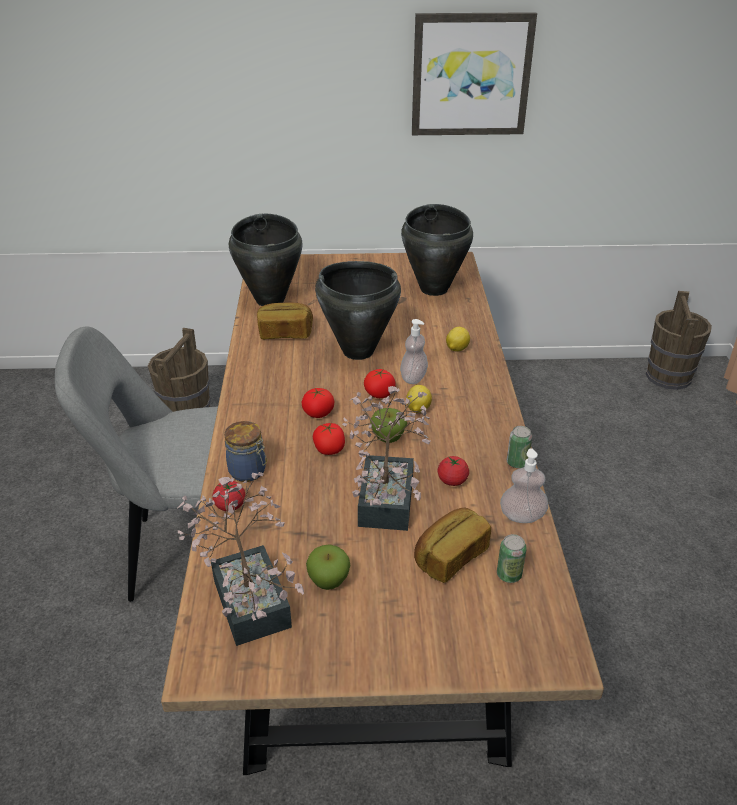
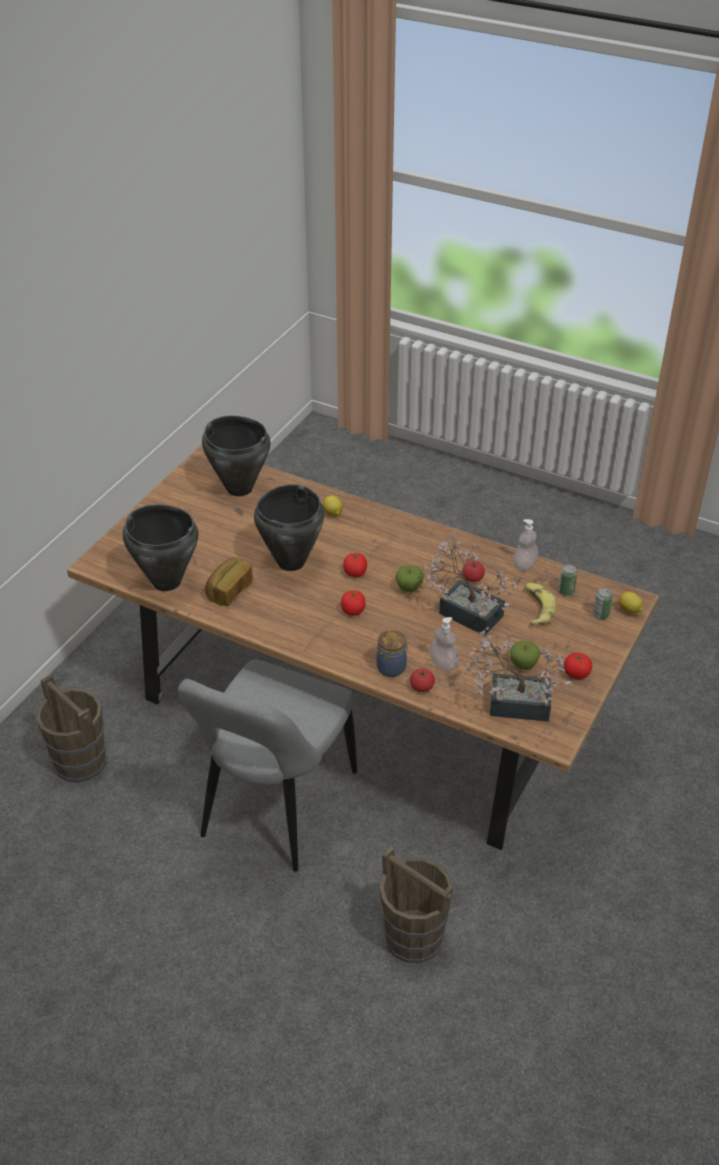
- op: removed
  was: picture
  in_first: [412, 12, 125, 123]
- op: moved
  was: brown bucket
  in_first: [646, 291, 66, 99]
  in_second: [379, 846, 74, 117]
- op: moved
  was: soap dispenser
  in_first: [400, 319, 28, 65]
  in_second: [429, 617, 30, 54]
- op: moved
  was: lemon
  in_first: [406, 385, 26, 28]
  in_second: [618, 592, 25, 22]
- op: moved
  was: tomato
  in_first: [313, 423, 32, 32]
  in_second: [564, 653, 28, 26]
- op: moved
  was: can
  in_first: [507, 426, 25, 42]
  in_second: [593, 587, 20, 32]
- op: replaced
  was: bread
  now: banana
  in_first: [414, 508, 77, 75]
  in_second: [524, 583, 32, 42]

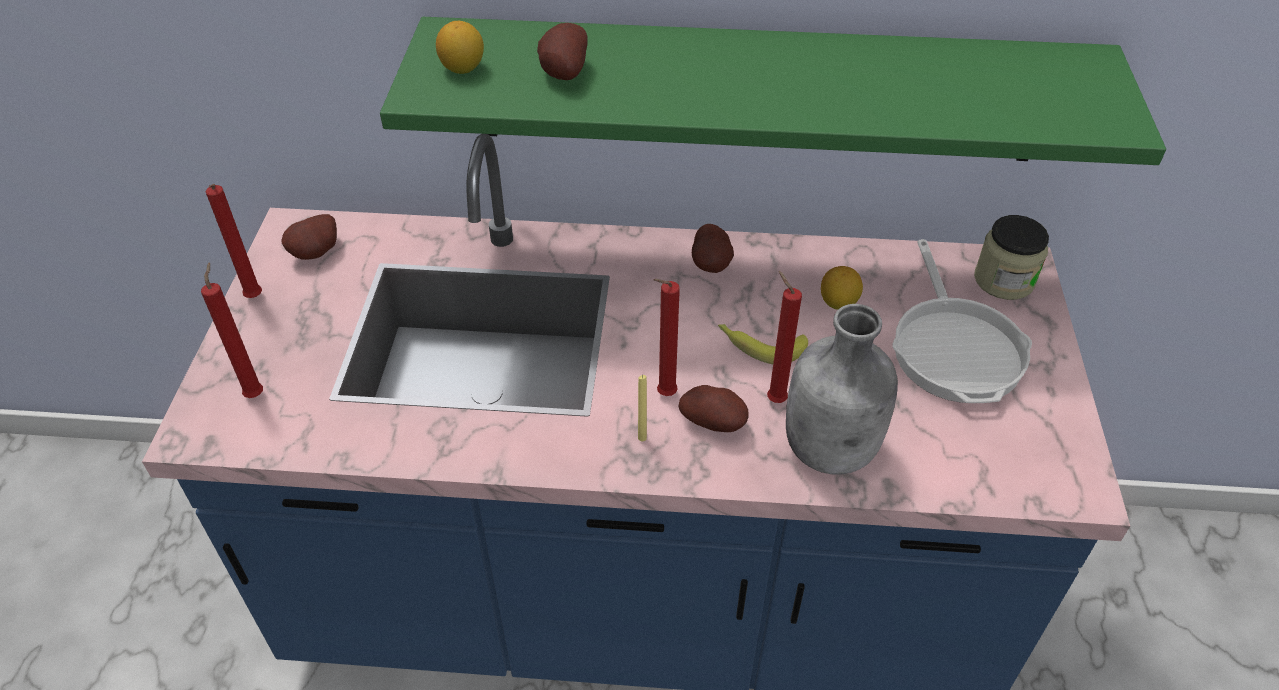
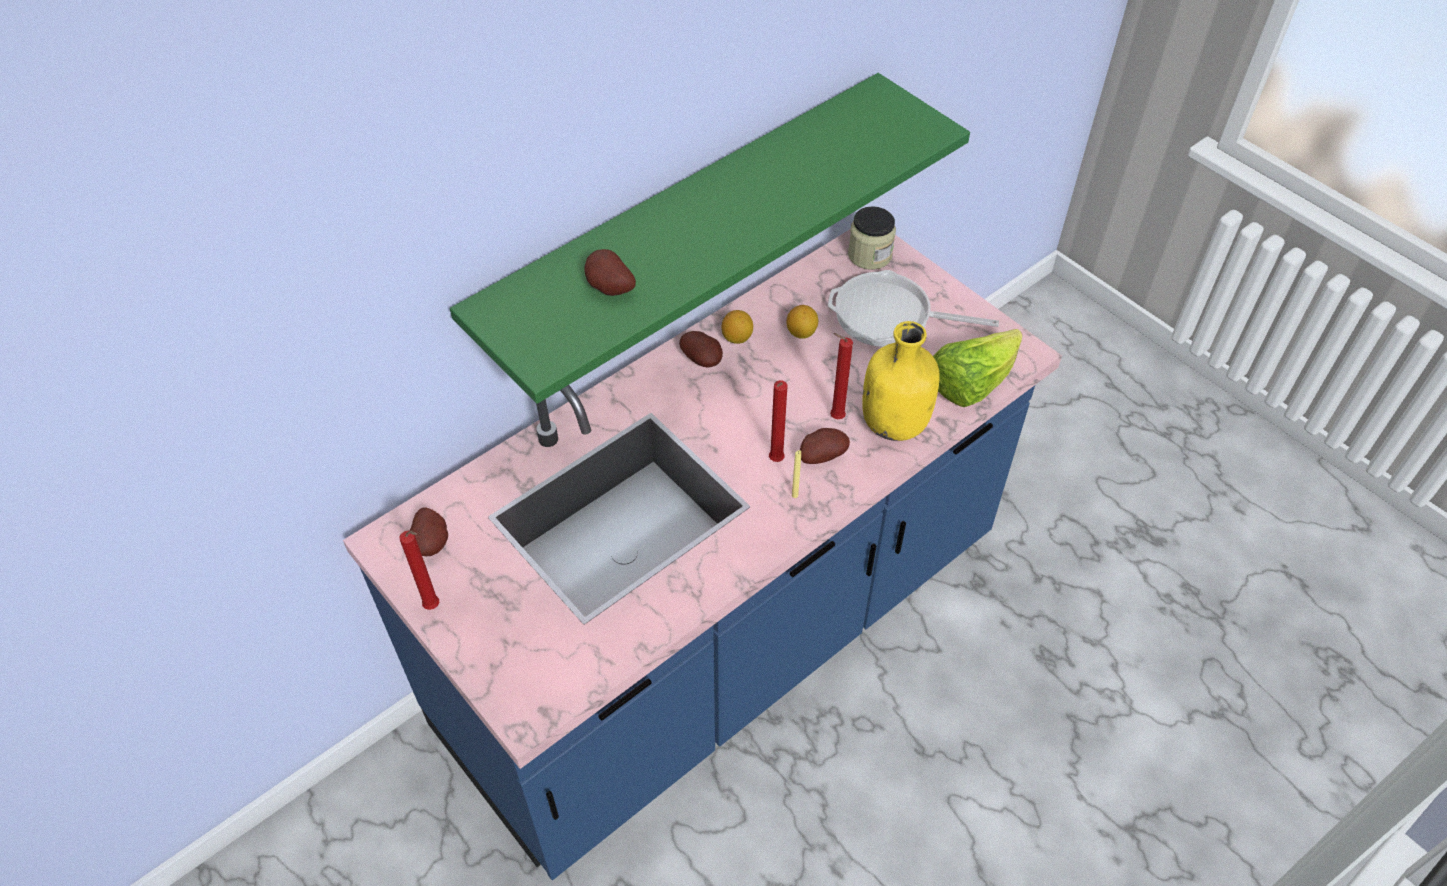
- op: moved
  was: lemon
  in_first: [436, 21, 48, 53]
  in_second: [722, 310, 31, 34]
- op: turned
  was: frying pan
  in_first: [892, 239, 140, 164]
  in_second: [828, 270, 171, 77]
  clockwise: 150
- op: removed
  was: red candle
  in_first: [201, 262, 62, 136]
- op: recoloured
  was: grey bottle
  now: yellow bottle
  in_first: [786, 304, 112, 171]
  in_second: [862, 321, 78, 120]
- op: removed
  was: banana
  in_first: [718, 324, 90, 40]
- op: added
  now: lettuce
  in_second: [933, 329, 90, 78]

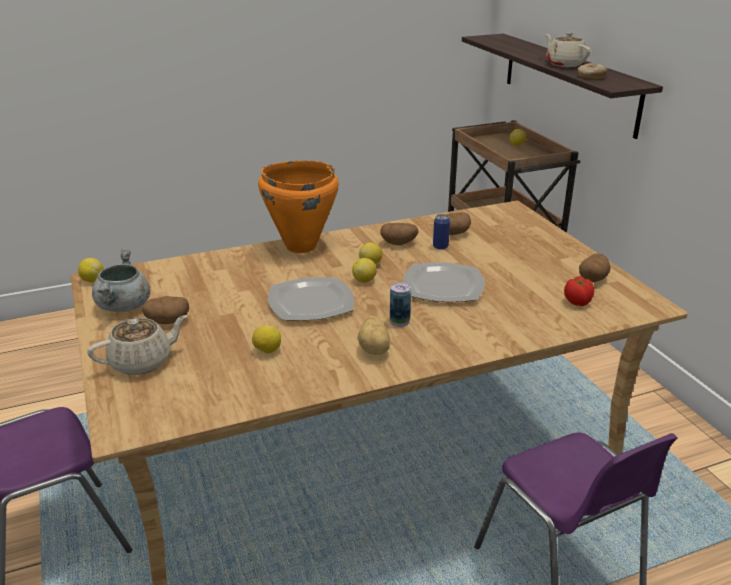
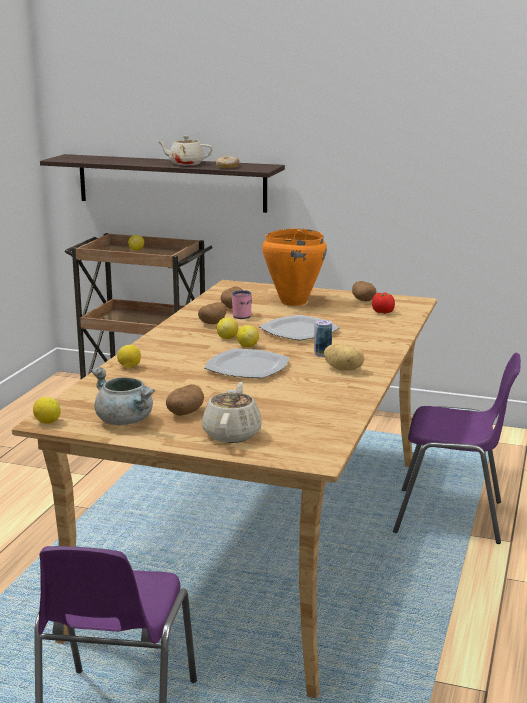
- op: moved
  was: orange cooking pot
  in_first: [258, 161, 81, 92]
  in_second: [262, 228, 65, 78]
- op: replaced
  was: can
  now: pink mug
  in_first: [433, 214, 17, 36]
  in_second: [232, 290, 20, 29]
- op: moved
  was: lemon
  in_first: [252, 325, 29, 29]
  in_second: [117, 345, 24, 23]

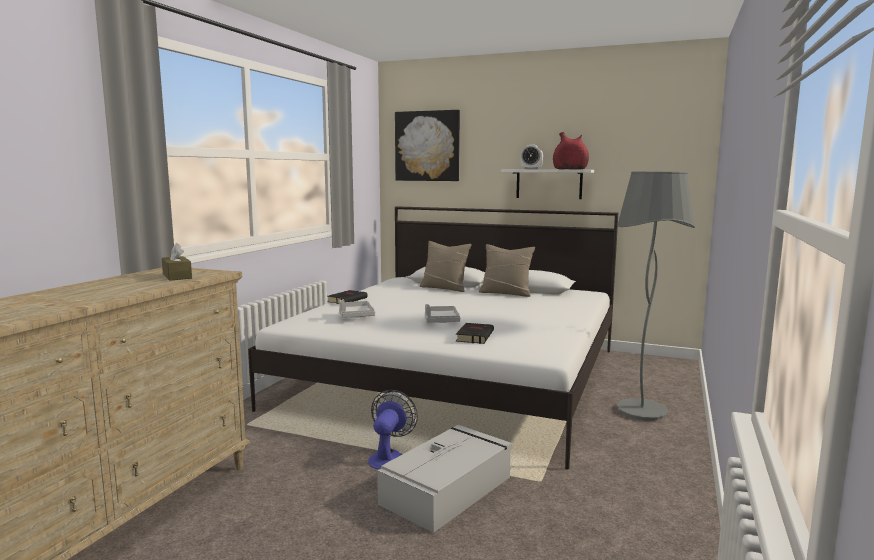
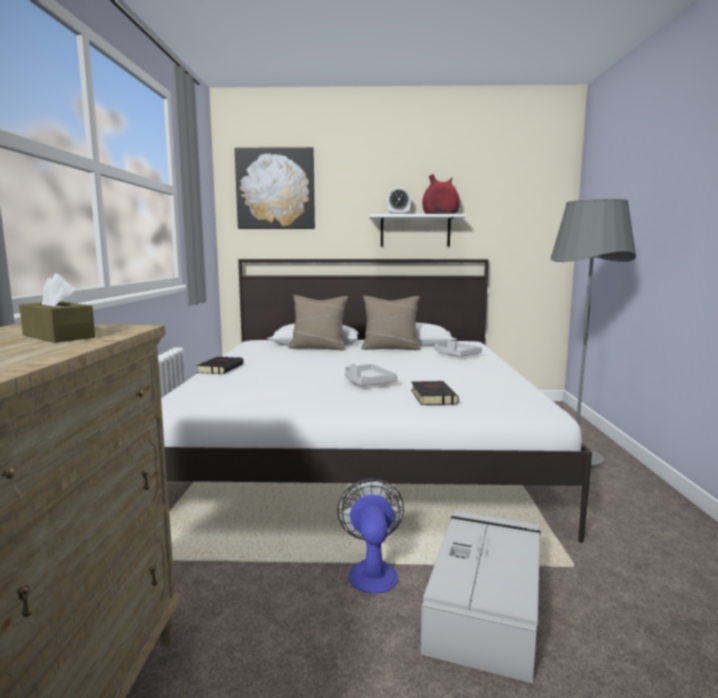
- op: moved
  was: grey tray
  in_first: [339, 300, 36, 18]
  in_second: [434, 340, 48, 16]

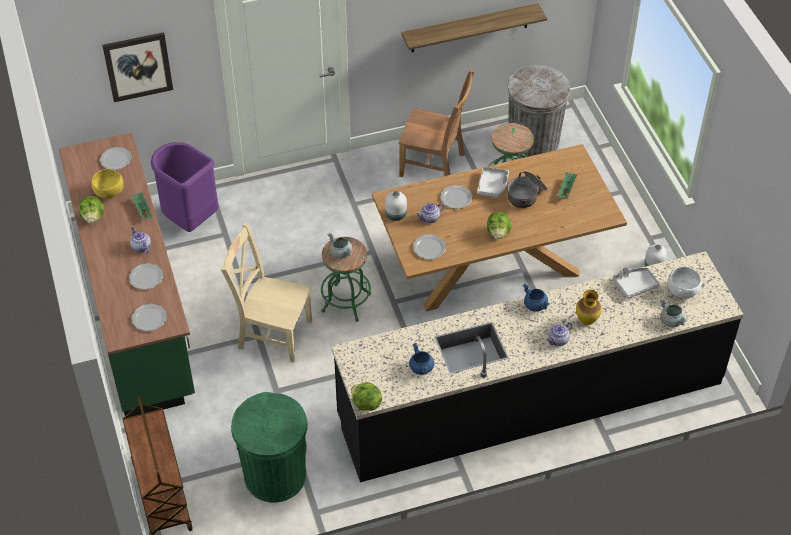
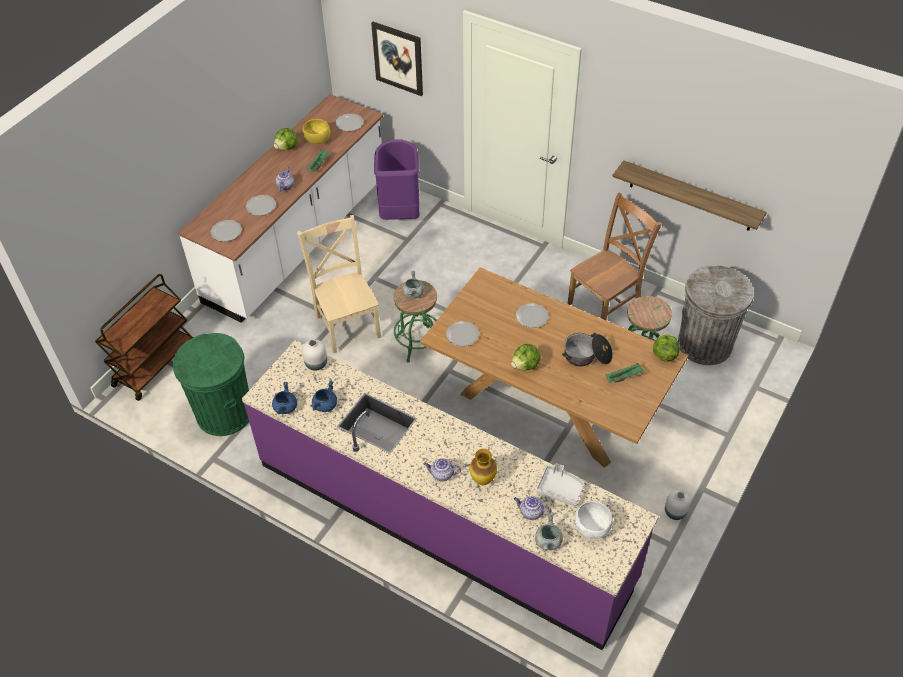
- op: turned
  was: brown chair
  in_first: [399, 70, 75, 107]
  in_second: [568, 193, 94, 127]
  clockwise: -105
- op: recoloured
  was: green counter
  now: white counter
  in_first: [59, 133, 136, 285]
  in_second: [178, 94, 205, 228]
- op: removed
  was: grey tray
  in_first: [477, 167, 32, 30]
- op: moved
  was: white vase
  in_first: [385, 191, 22, 30]
  in_second: [302, 339, 25, 32]
- op: moved
  was: teapot
  in_first: [416, 203, 29, 20]
  in_second: [514, 496, 37, 24]
- op: recoloured
  was: black counter
  now: purple counter
  in_first: [331, 251, 412, 231]
  in_second: [242, 340, 417, 310]
- op: moved
  was: blue cooking pot
  in_first: [523, 284, 27, 28]
  in_second: [272, 382, 25, 32]
- op: moved
  was: lettuce
  in_first: [351, 382, 31, 29]
  in_second: [653, 333, 27, 29]

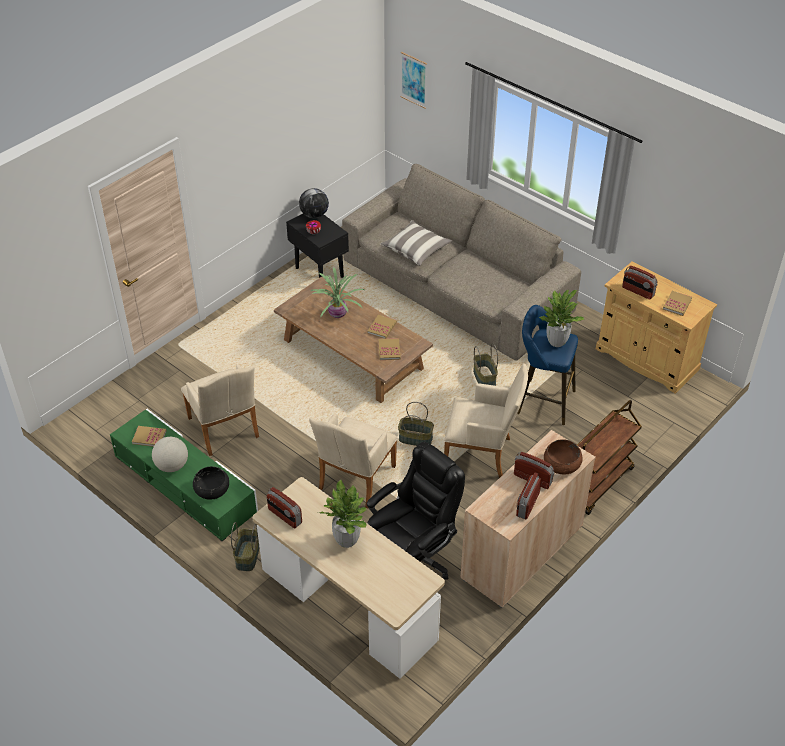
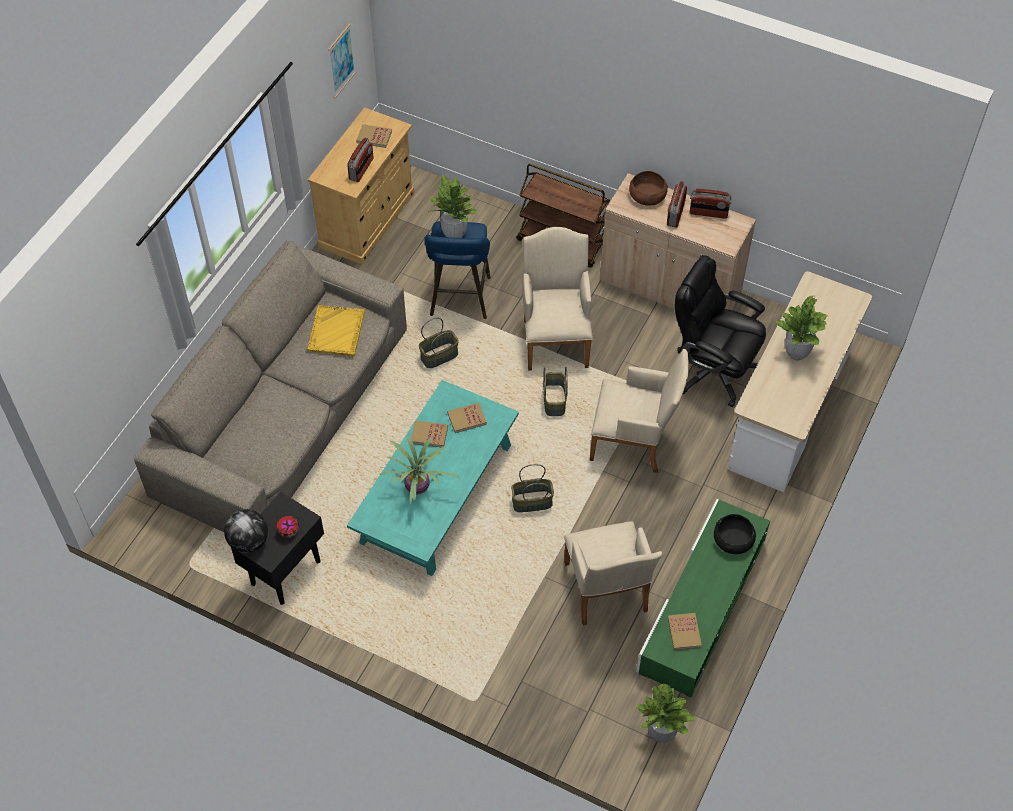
- op: moved
  was: picture
  in_first: [400, 52, 27, 57]
  in_second: [328, 23, 28, 75]
- op: removed
  was: pillow
  in_first: [380, 220, 72, 46]
- op: recoloured
  was: brown coffee table
  now: turquoise coffee table
  in_first: [274, 276, 159, 127]
  in_second: [347, 380, 172, 196]
- op: turned
  was: beige armchair
  in_first: [181, 364, 78, 92]
  in_second: [564, 521, 98, 104]
  clockwise: 120
- op: removed
  was: globe
  in_first: [152, 437, 36, 35]
- op: removed
  was: radio
  in_first: [267, 487, 35, 41]
- op: moved
  was: basket
  in_first: [231, 522, 28, 49]
  in_second: [511, 464, 43, 48]
- op: added
  now: yellow tray
  in_second: [308, 305, 57, 51]
- op: added
  now: potted plant
  in_second: [637, 684, 59, 59]

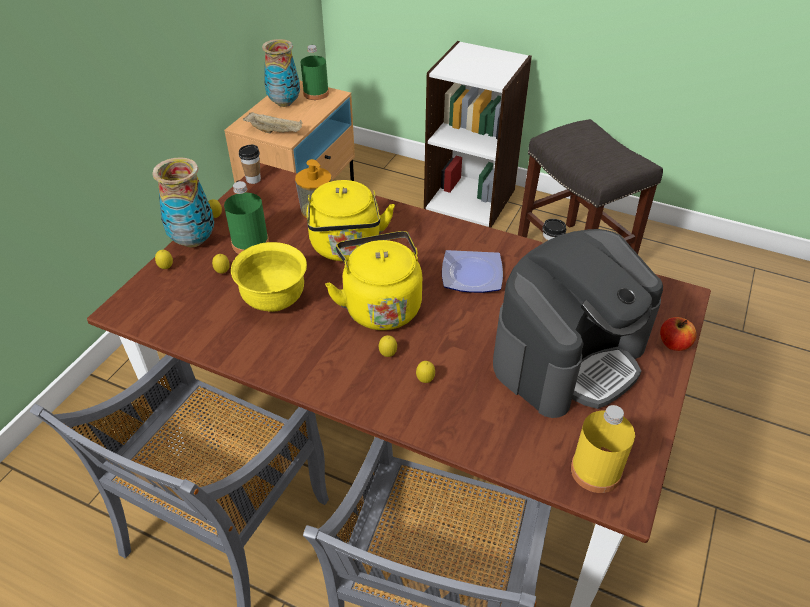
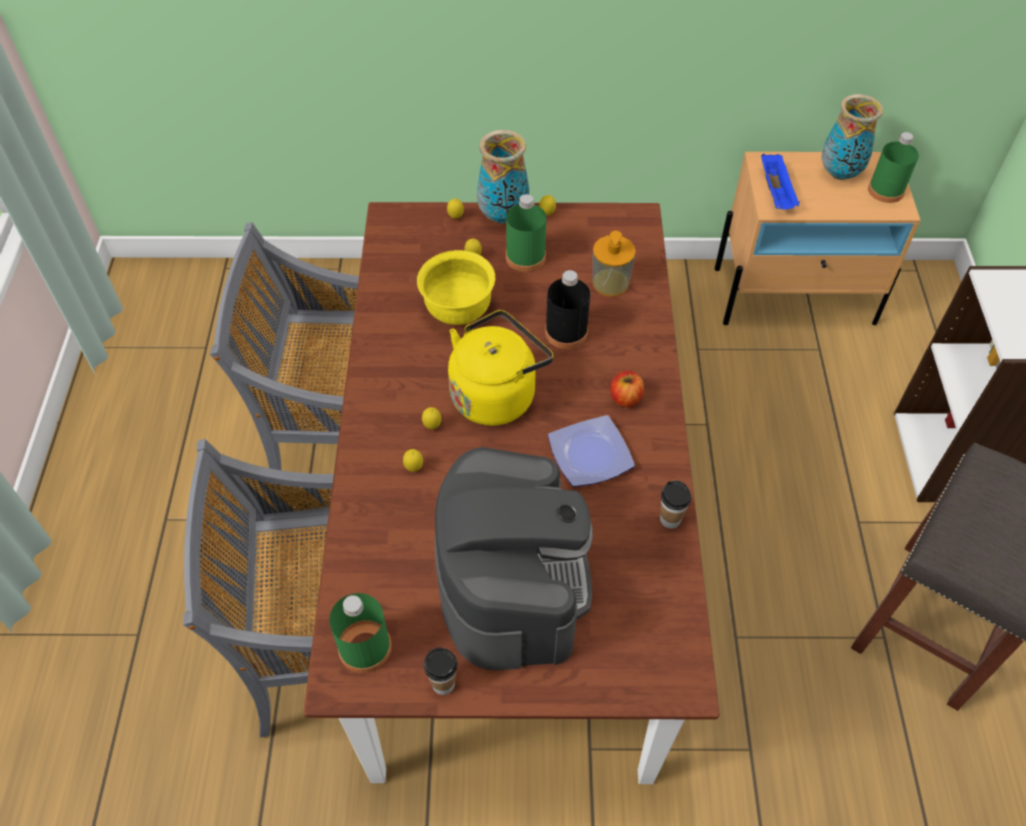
- op: recoloured
  was: beige tray
  now: blue tray
  in_first: [243, 112, 60, 22]
  in_second: [761, 153, 39, 57]
- op: moved
  was: cup
  in_first: [239, 145, 22, 39]
  in_second: [424, 647, 34, 48]
- op: replaced
  was: yellow kettle
  now: black bottle
  in_first: [307, 180, 88, 81]
  in_second: [545, 270, 45, 79]
- op: turned
  was: coffee machine
  in_first: [493, 229, 170, 189]
  in_second: [435, 447, 158, 223]
  clockwise: -120
- op: moved
  was: apple
  in_first: [660, 317, 37, 34]
  in_second: [610, 371, 34, 36]
- op: recoloured
  was: yellow bottle
  now: green bottle
  in_first: [571, 405, 64, 88]
  in_second: [329, 593, 63, 80]

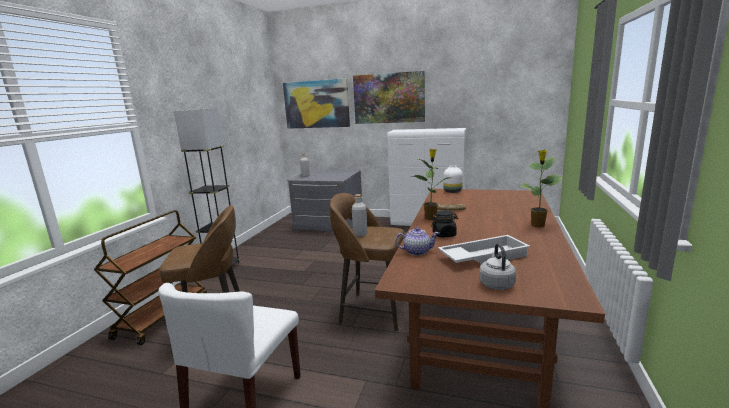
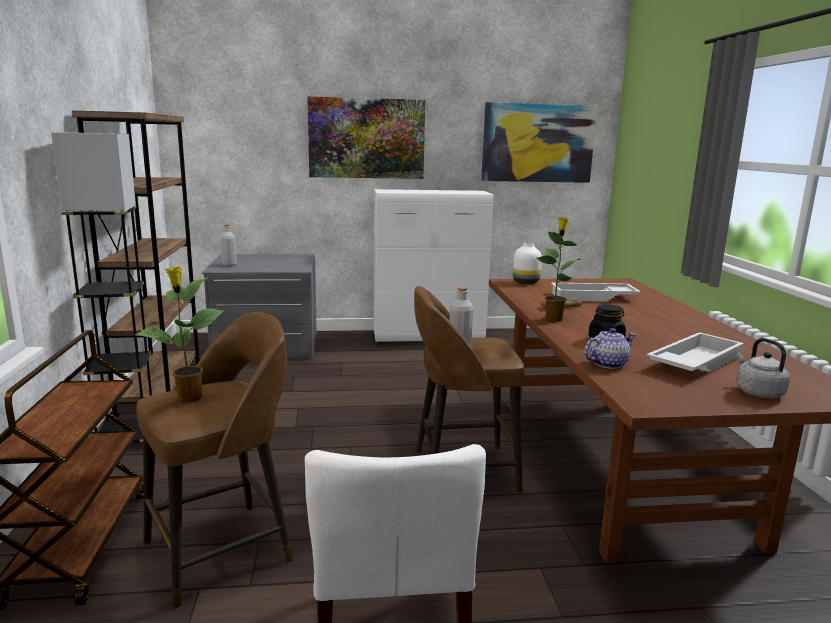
- op: moved
  was: picture
  in_first: [283, 79, 67, 50]
  in_second: [481, 102, 116, 81]
- op: moved
  was: potted plant
  in_first: [520, 150, 42, 77]
  in_second: [135, 267, 89, 136]
- op: added
  now: brown bookcase
  in_second: [72, 111, 128, 306]
- op: added
  now: white tray
  in_second: [551, 283, 90, 19]

